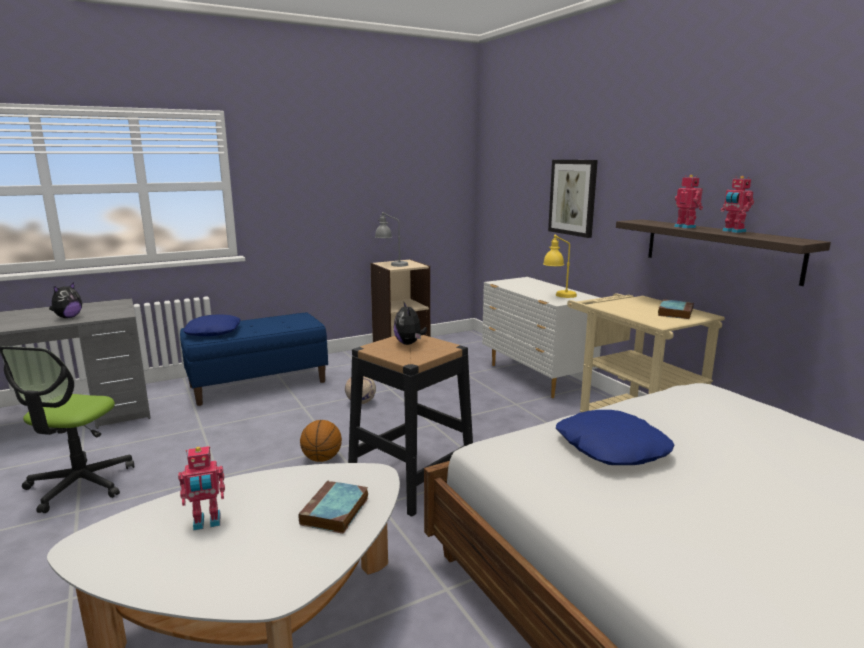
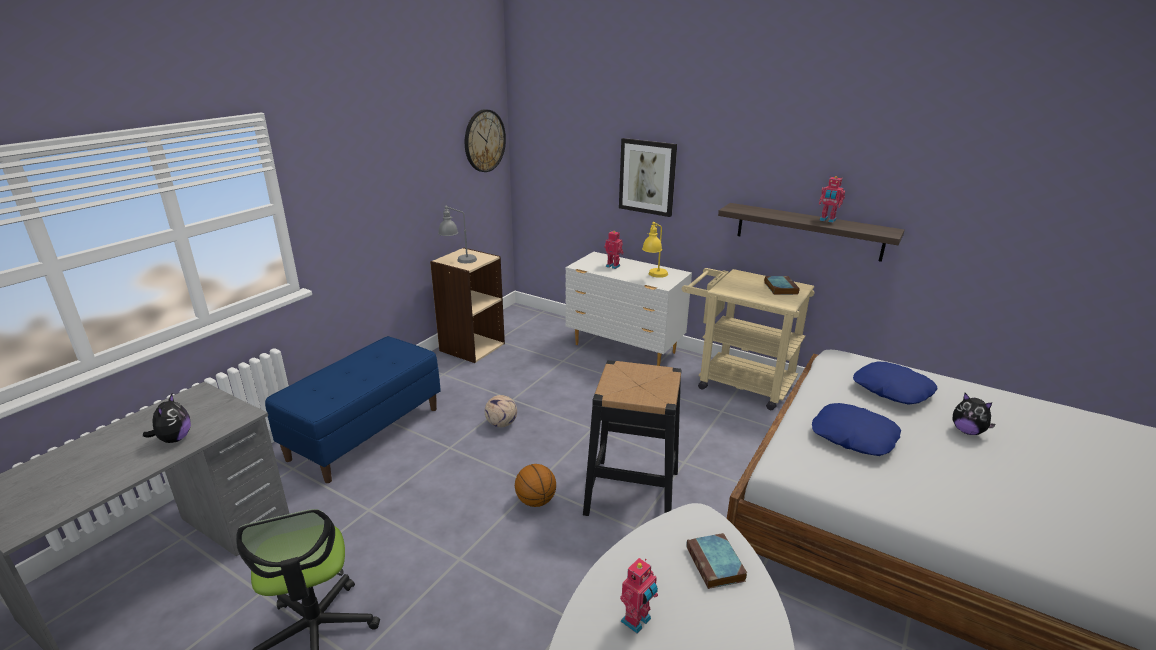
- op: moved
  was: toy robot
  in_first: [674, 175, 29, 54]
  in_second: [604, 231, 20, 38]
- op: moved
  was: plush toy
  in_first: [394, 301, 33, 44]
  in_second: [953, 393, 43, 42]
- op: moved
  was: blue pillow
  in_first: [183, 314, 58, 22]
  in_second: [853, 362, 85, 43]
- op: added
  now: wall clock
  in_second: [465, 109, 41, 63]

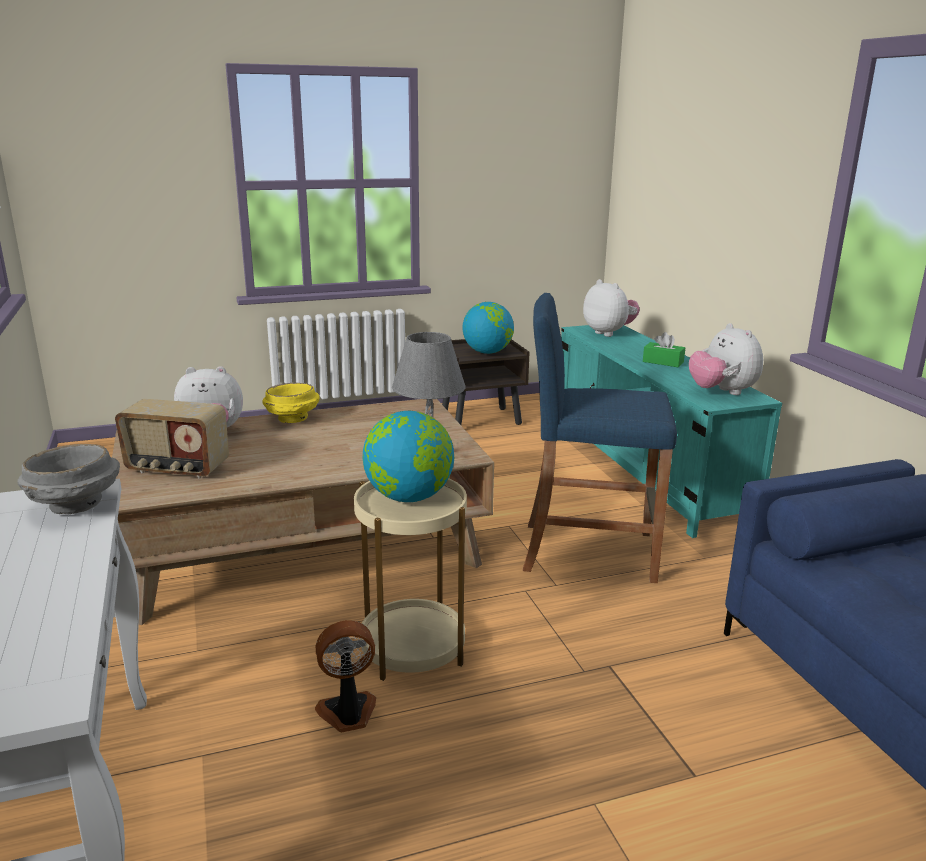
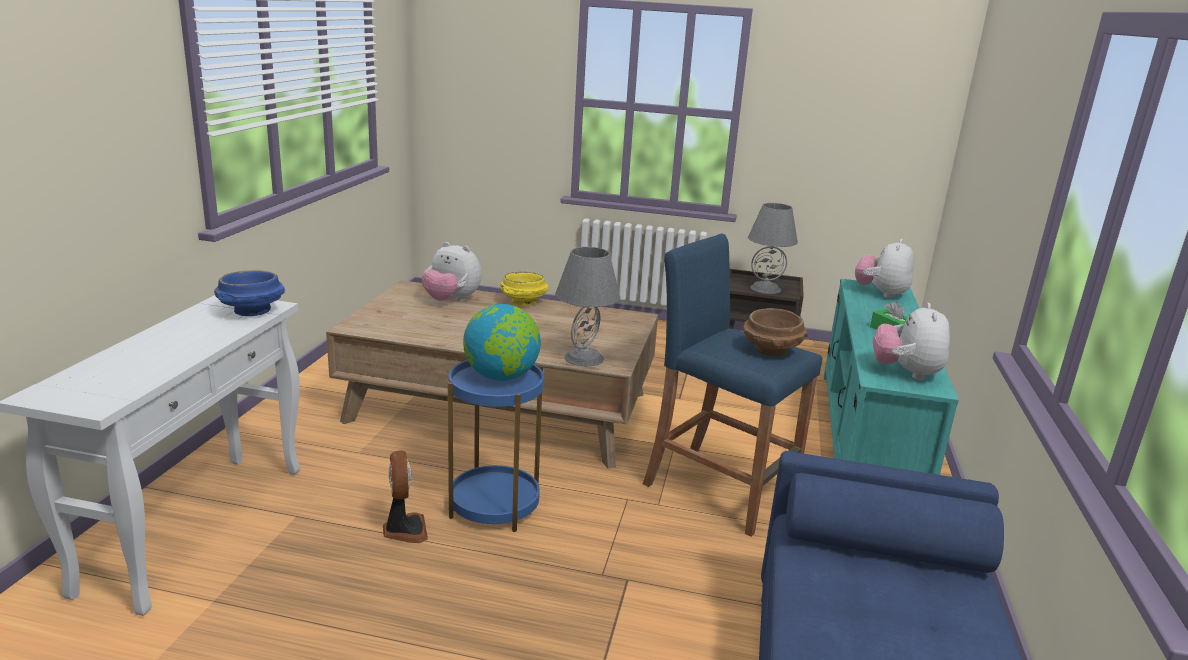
- op: turned
  was: plush toy
  in_first: [583, 279, 57, 58]
  in_second: [855, 239, 59, 60]
  clockwise: -150
- op: replaced
  was: globe
  now: grey table lamp
  in_first: [463, 302, 51, 52]
  in_second: [748, 203, 50, 91]
- op: removed
  was: radio
  in_first: [115, 399, 114, 79]
- op: recoloured
  was: grey bowl
  now: blue bowl
  in_first: [17, 444, 103, 70]
  in_second: [214, 270, 71, 46]
- op: recoloured
  was: beige side table
  now: blue side table
  in_first: [354, 479, 113, 202]
  in_second: [448, 360, 96, 172]
- op: turned
  was: fan
  in_first: [315, 620, 61, 113]
  in_second: [383, 450, 45, 93]
  clockwise: 60
- op: added
  now: brown bowl
  in_second: [743, 308, 65, 48]

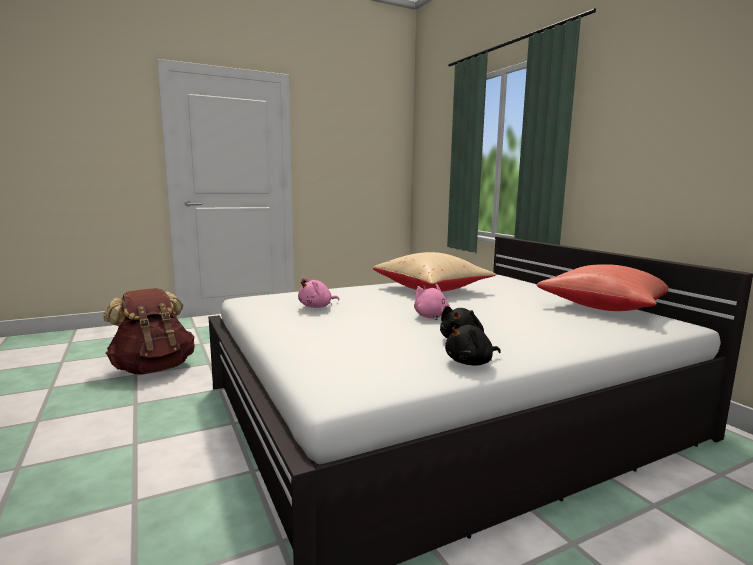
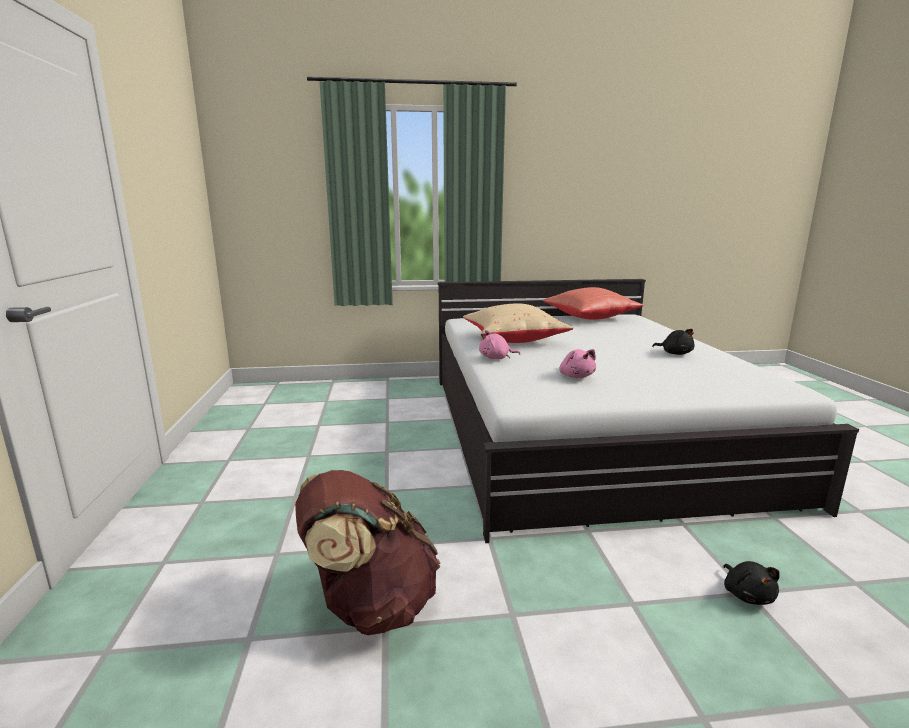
- op: moved
  was: pink plush toy
  in_first: [414, 284, 36, 36]
  in_second: [479, 330, 42, 29]
- op: moved
  was: black plush toy
  in_first: [445, 320, 56, 46]
  in_second: [723, 561, 57, 44]

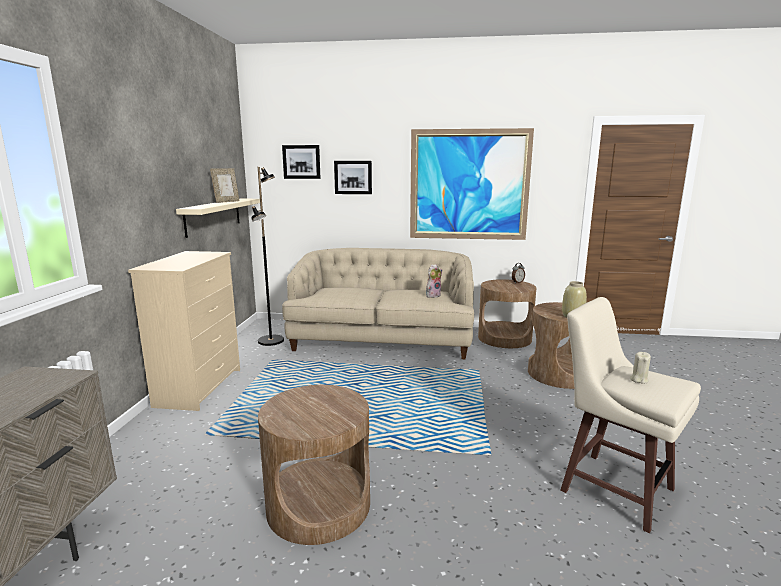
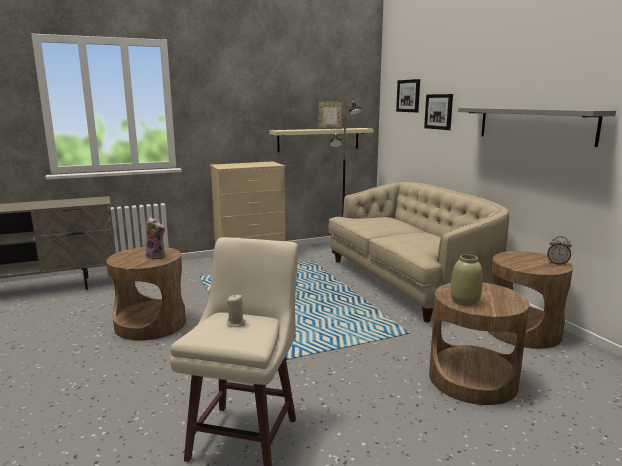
- op: replaced
  was: picture
  now: grey shelf
  in_first: [410, 128, 124, 112]
  in_second: [458, 108, 158, 39]
- op: moved
  was: plush toy
  in_first: [426, 264, 16, 34]
  in_second: [145, 217, 20, 43]

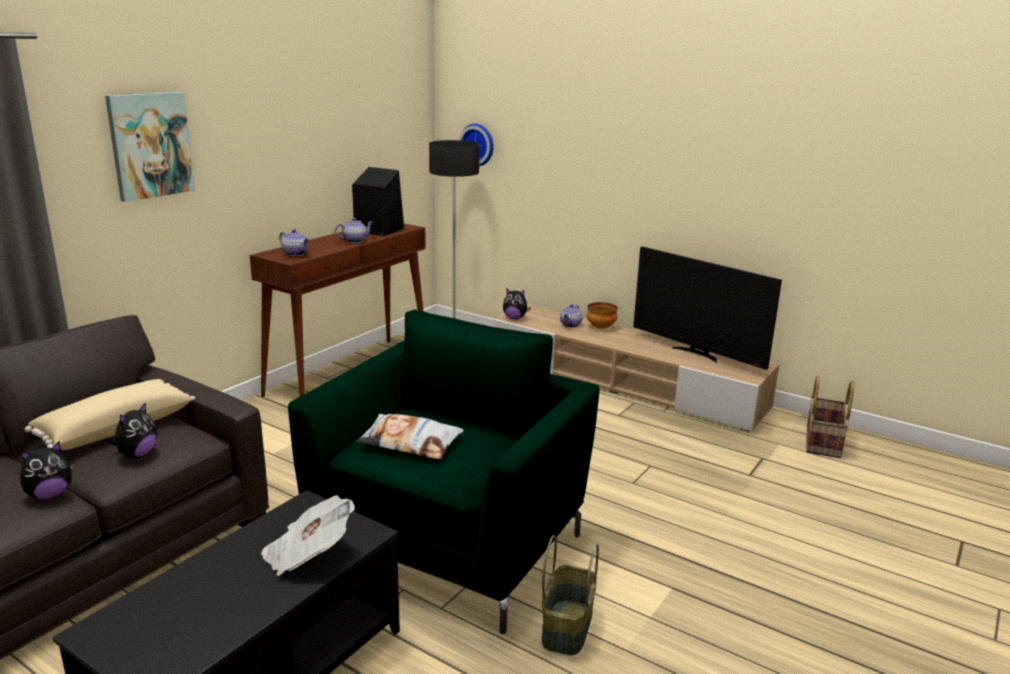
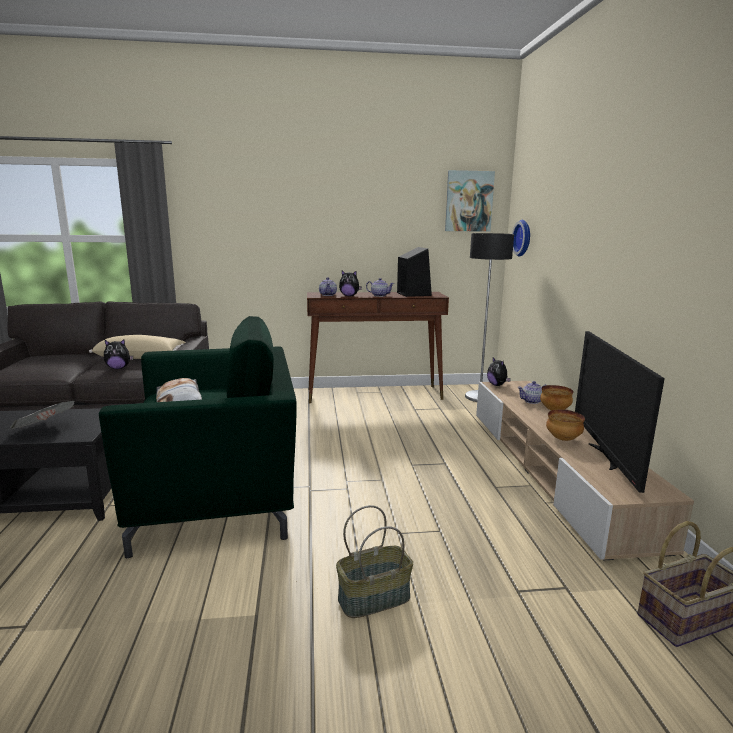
- op: moved
  was: picture
  in_first: [105, 92, 90, 110]
  in_second: [445, 170, 50, 62]
- op: moved
  was: plush toy
  in_first: [20, 441, 53, 58]
  in_second: [339, 270, 23, 26]
- op: moved
  was: basket
  in_first: [542, 535, 57, 121]
  in_second: [336, 505, 77, 113]
- op: added
  now: bowl
  in_second: [546, 410, 39, 31]

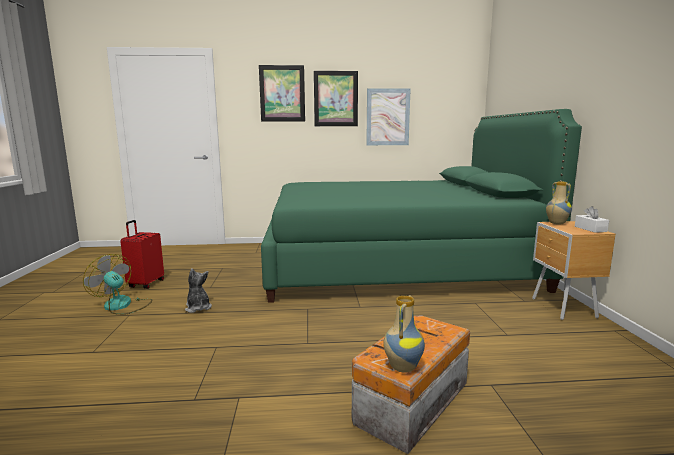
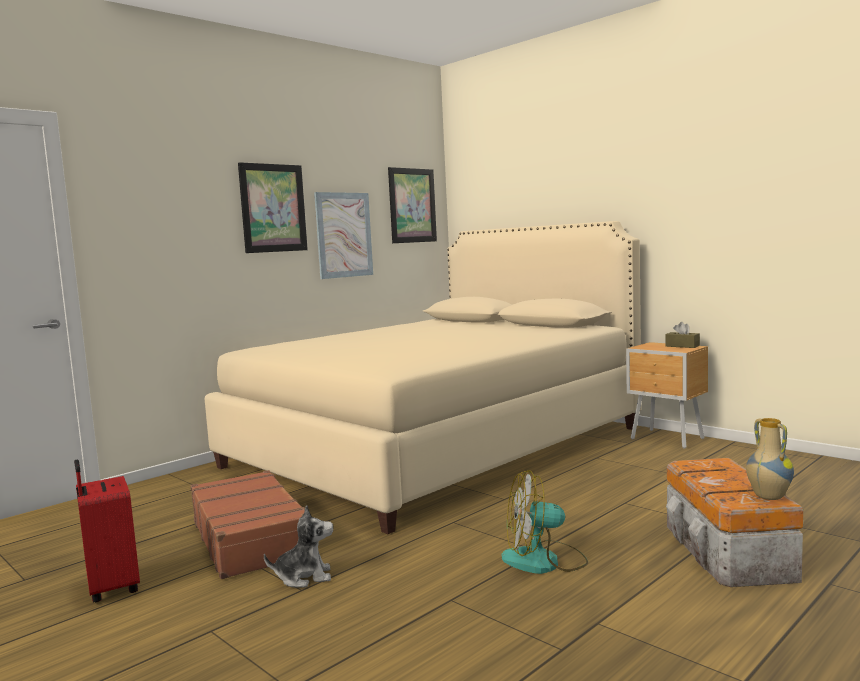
- op: moved
  was: picture
  in_first: [259, 65, 46, 57]
  in_second: [388, 167, 49, 76]
- op: recoloured
  was: green bed
  now: beige bed
  in_first: [261, 109, 321, 194]
  in_second: [205, 221, 436, 313]
- op: removed
  was: vase
  in_first: [546, 182, 26, 42]
- op: recoloured
  was: white tissue box
  now: brown tissue box
  in_first: [575, 206, 34, 27]
  in_second: [666, 322, 34, 26]
- op: moved
  was: fan
  in_first: [83, 254, 69, 61]
  in_second: [502, 470, 86, 104]
- op: turned
  was: plush toy
  in_first: [185, 268, 27, 45]
  in_second: [264, 505, 69, 83]
  clockwise: 150
- op: added
  now: brown suitcase
  in_second: [190, 470, 115, 109]

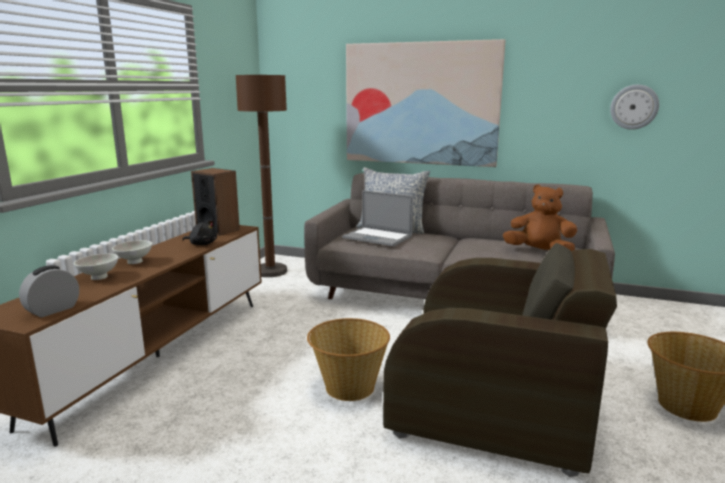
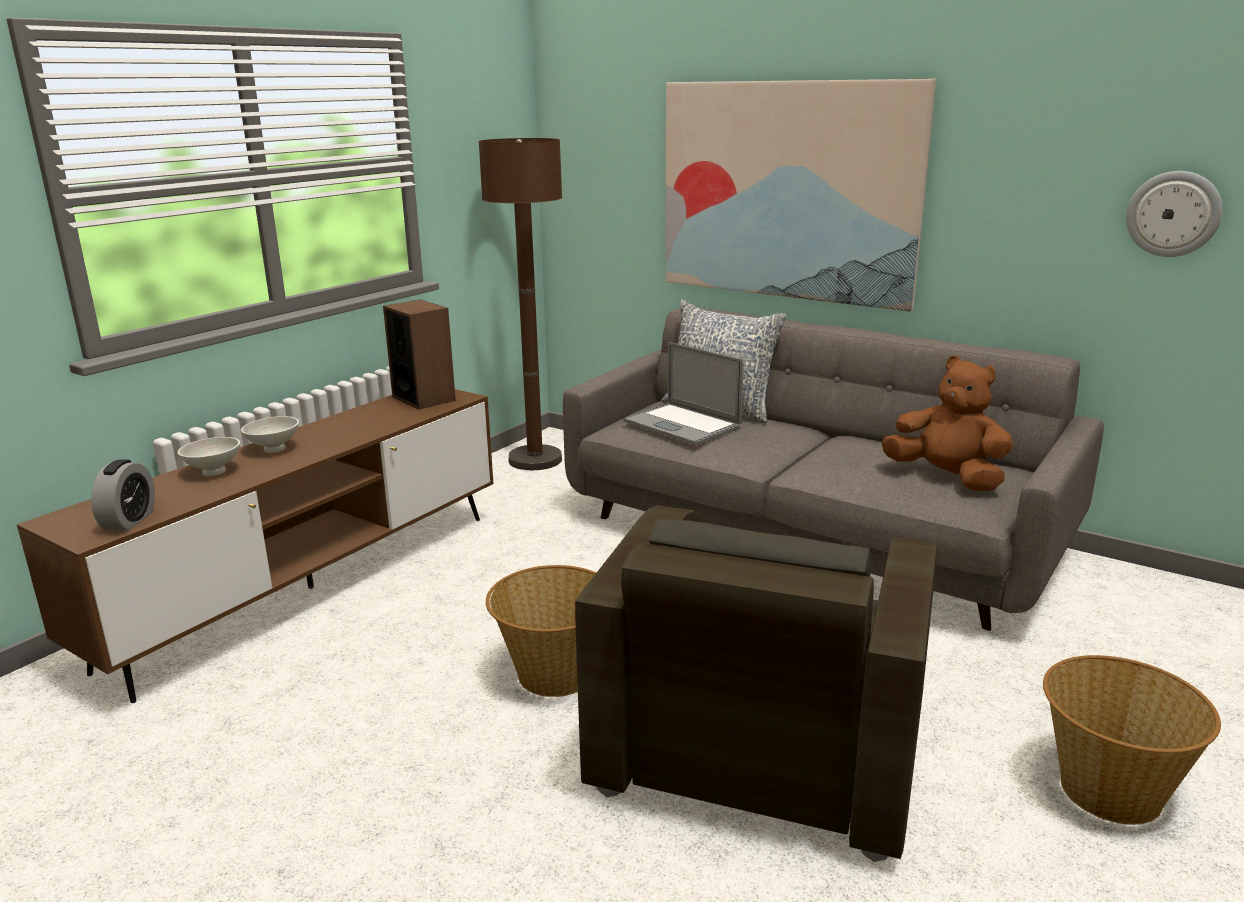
- op: removed
  was: black plush toy
  in_first: [182, 220, 35, 25]
- op: turned
  was: brown armchair
  in_first: [383, 243, 234, 234]
  in_second: [575, 505, 362, 357]
  clockwise: 75
- op: turned
  was: alarm clock
  in_first: [19, 265, 60, 53]
  in_second: [91, 459, 64, 72]
  clockwise: 135

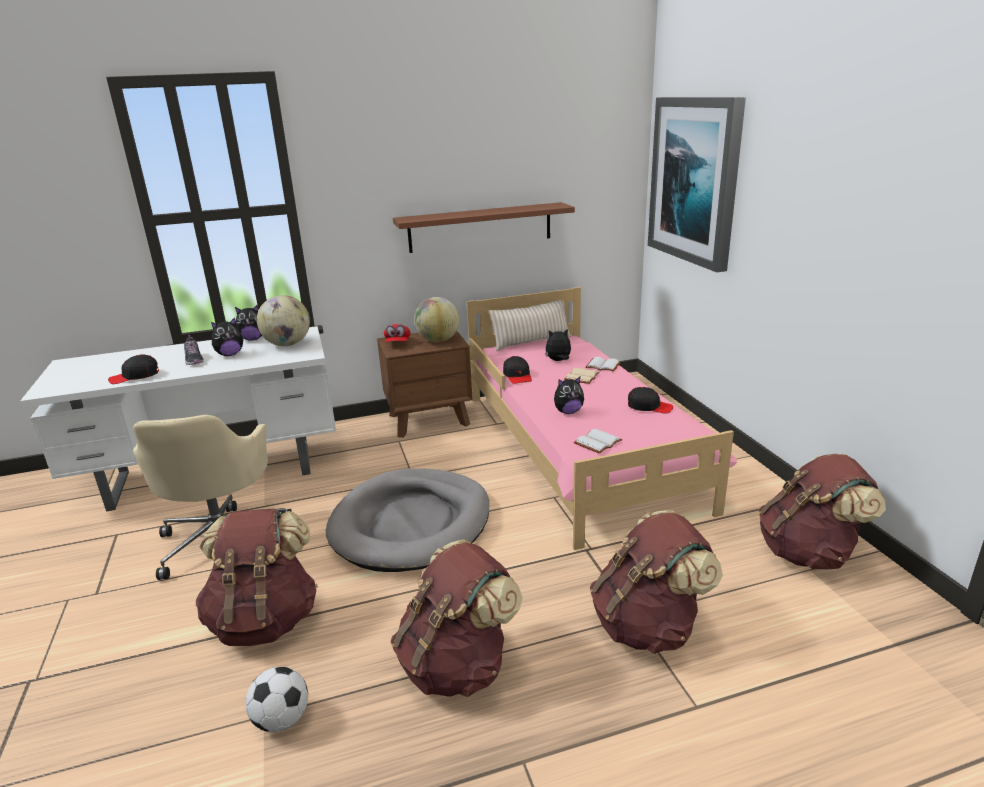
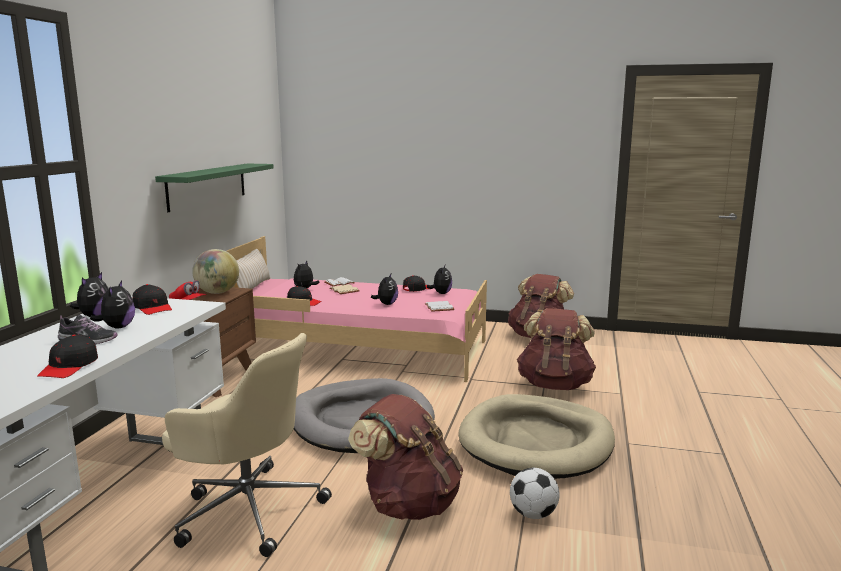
- op: removed
  was: picture
  in_first: [648, 97, 98, 175]
- op: recoloured
  was: brown shelf
  now: green shelf
  in_first: [393, 202, 182, 51]
  in_second: [155, 164, 119, 48]
- op: replaced
  was: globe
  now: black cap
  in_first: [257, 295, 53, 51]
  in_second: [132, 284, 40, 31]
- op: replaced
  was: brown backpack
  now: beige dog bed
  in_first: [391, 539, 132, 158]
  in_second: [458, 394, 157, 85]
- op: added
  now: plush toy
  in_second: [427, 265, 25, 29]

